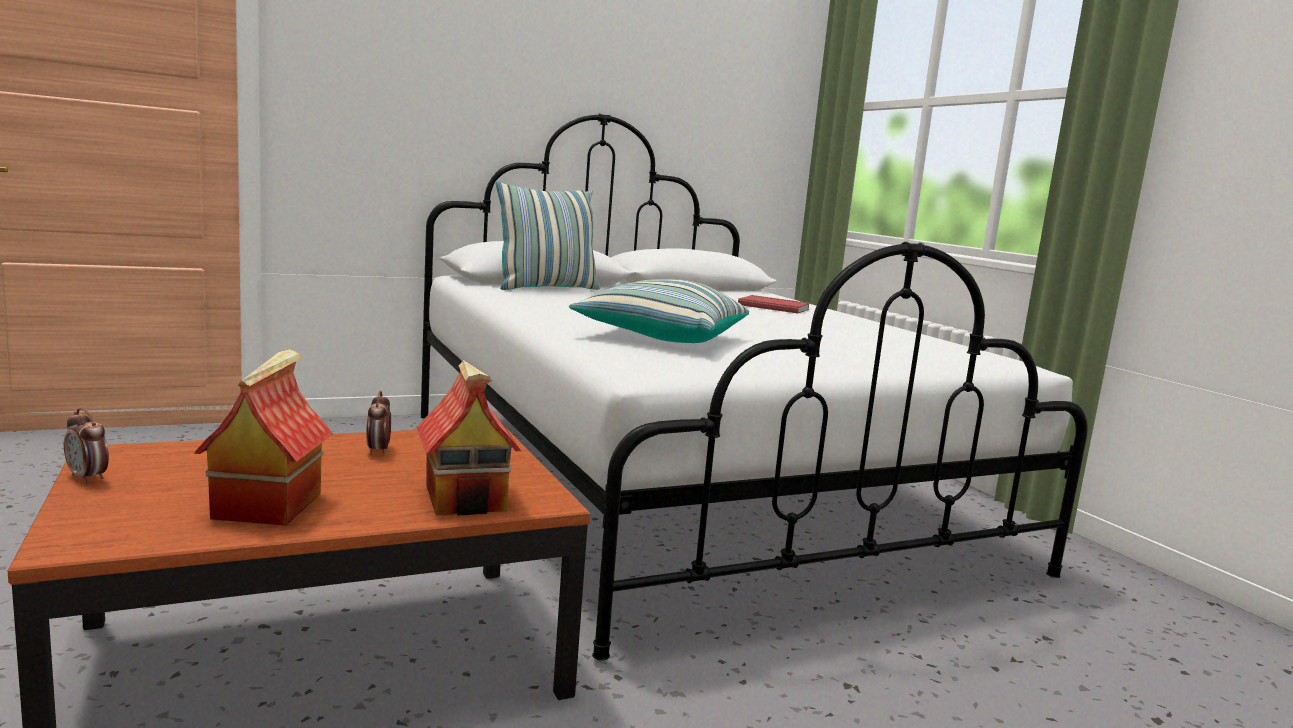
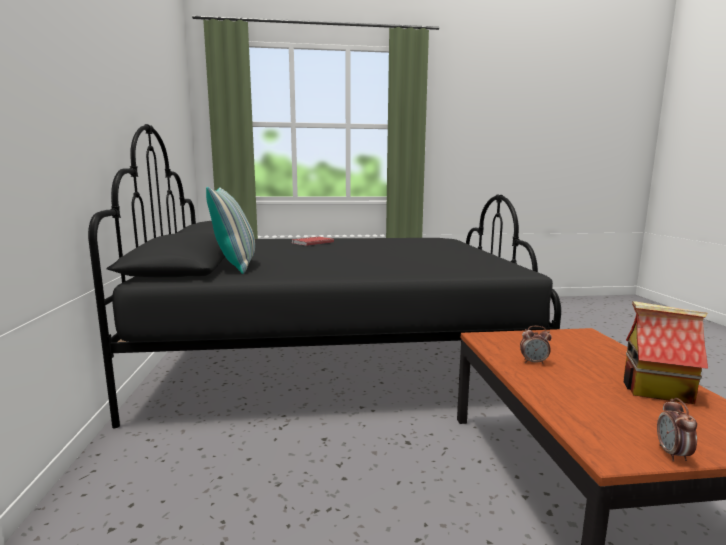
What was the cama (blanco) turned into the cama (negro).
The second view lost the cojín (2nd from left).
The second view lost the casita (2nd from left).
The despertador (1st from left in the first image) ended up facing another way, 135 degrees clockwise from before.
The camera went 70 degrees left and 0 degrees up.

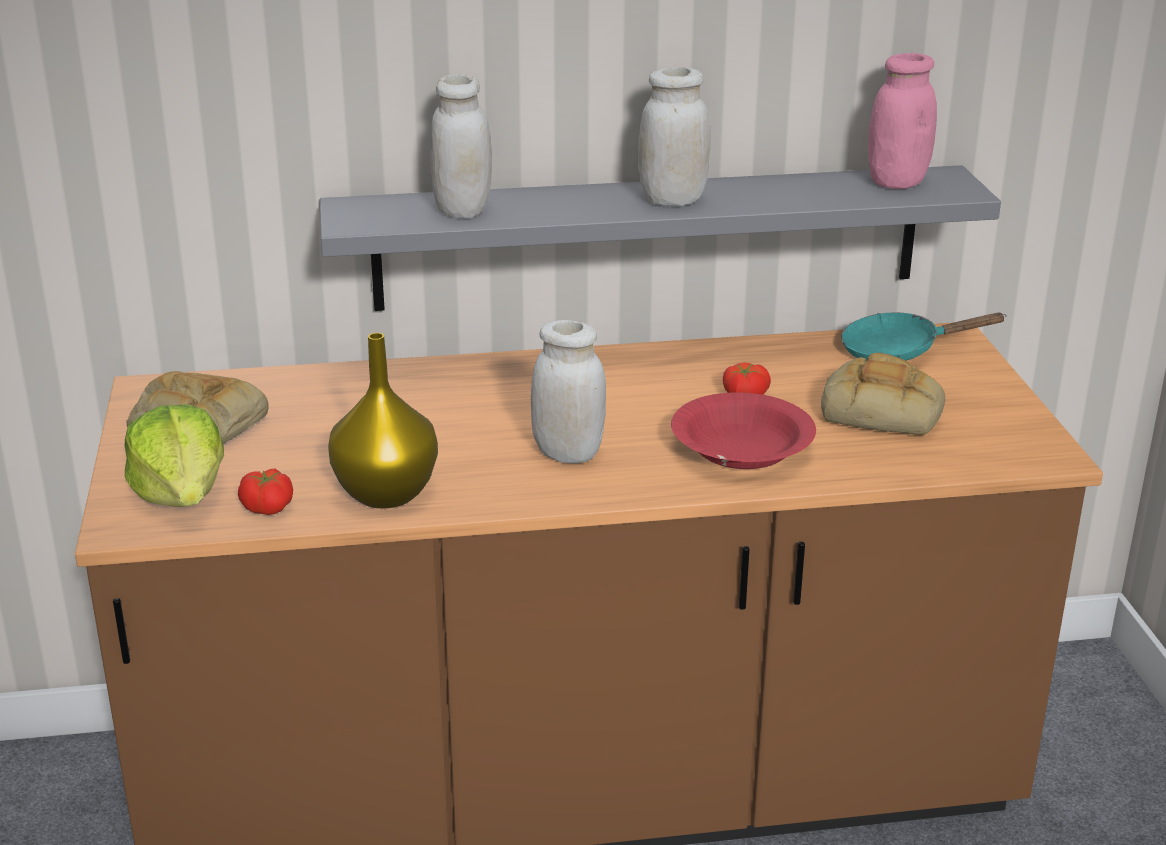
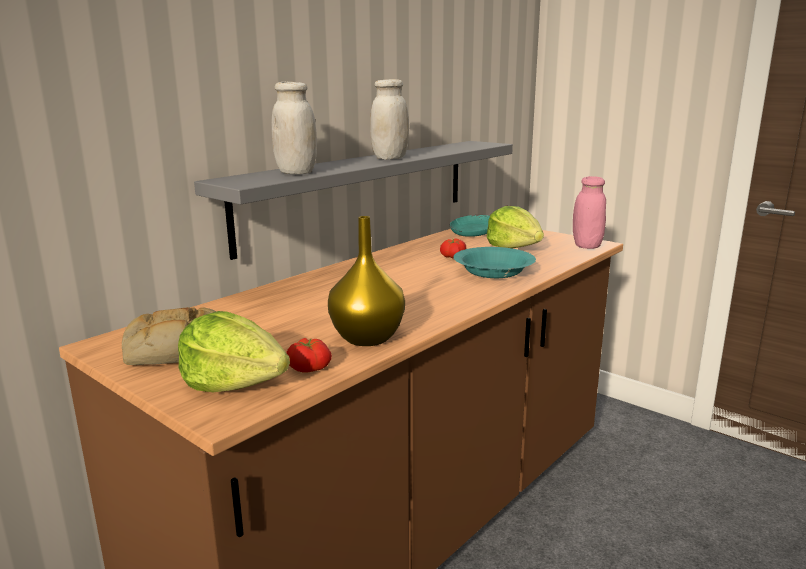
The tarro (rosa) ended up elsewhere.
The second view lost the tarro (blanco) (2nd from left).
Where the pan (2nd from left) stood, the lechuga (2nd from left) came to stand.
What was the cuenco (rojo) turned into the cuenco (turquesa).
The camera went 40 degrees left and 10 degrees down.

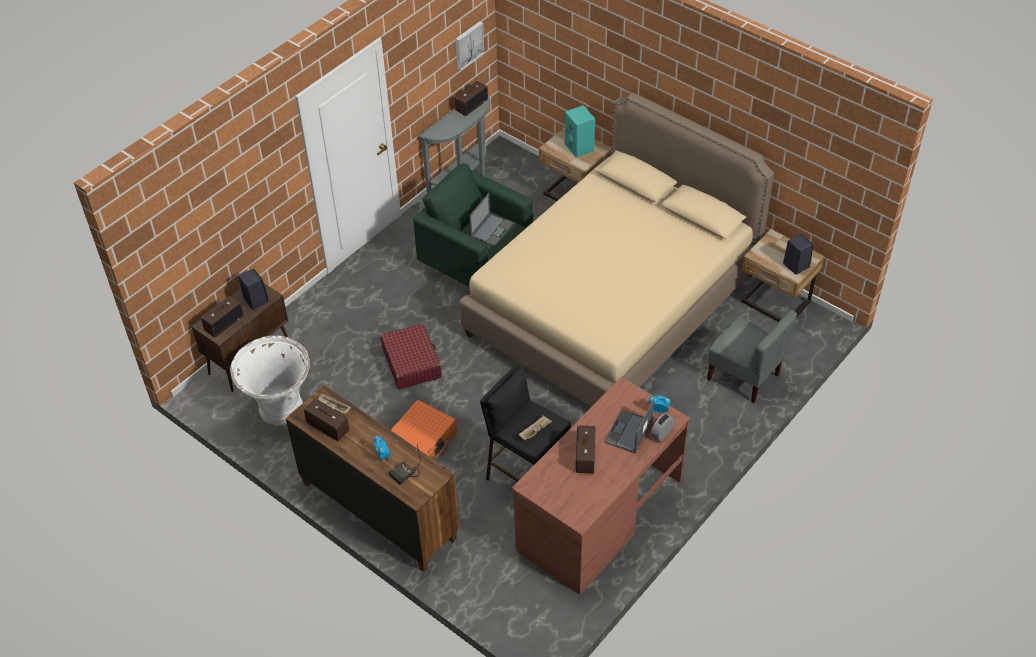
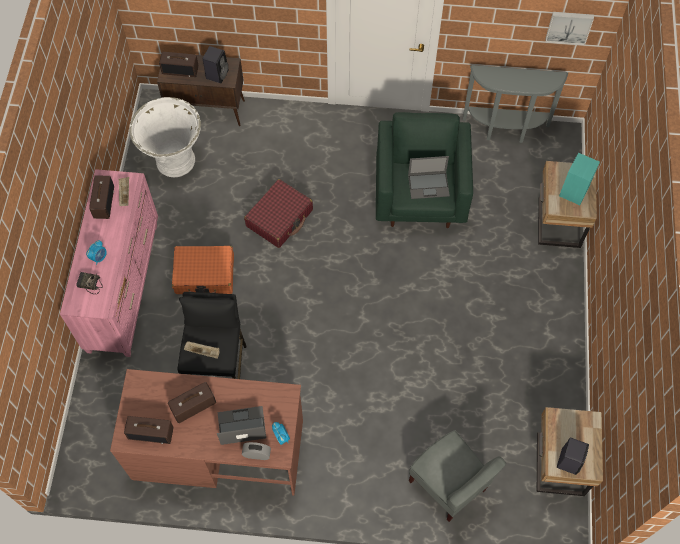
The radio (4th from left in the first image) ended up elsewhere.
The second view lost the cama (beis).
The silla (gris) ended up facing another way, 45 degrees counterclockwise from before.
What was the cómoda (marrón) turned into the cómoda (rosa).
The camera went 55 degrees right and 15 degrees up.

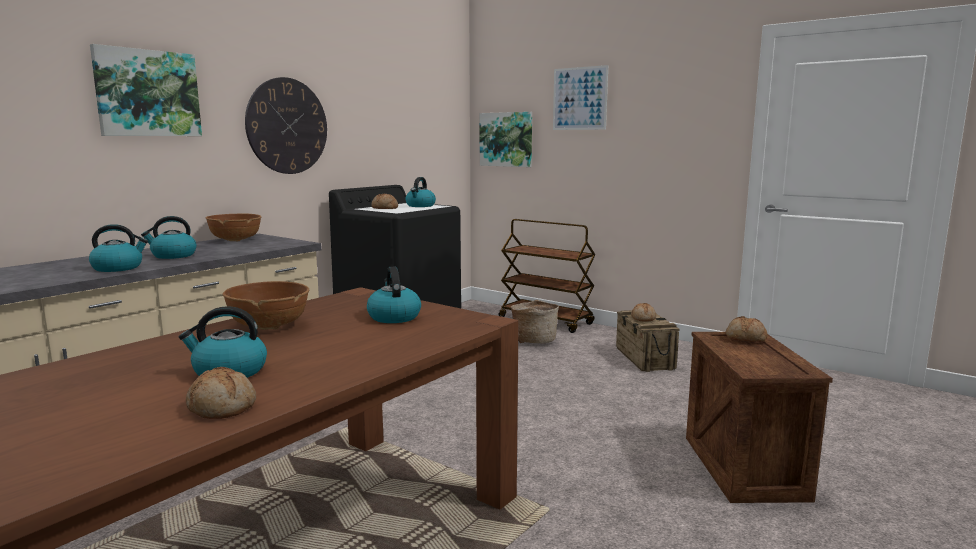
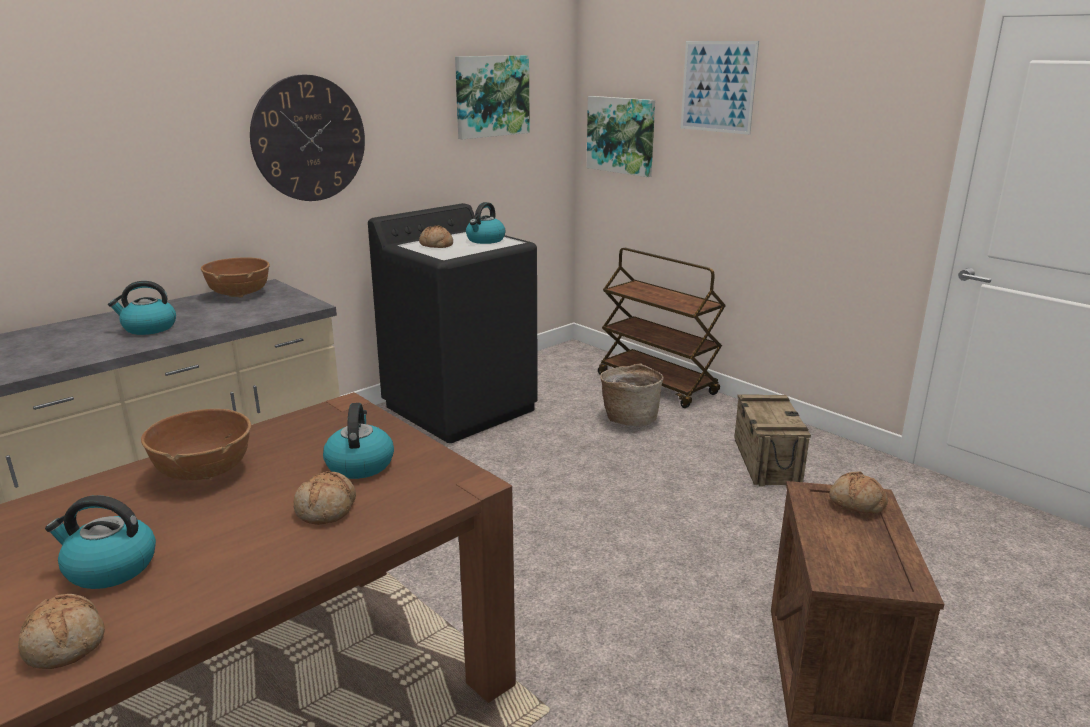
The cuadro (1st from left) ended up elsewhere.
The second view lost the hervidor (1st from left).
The pan (3rd from left in the first image) ended up elsewhere.
The camera went 10 degrees right and 10 degrees up.

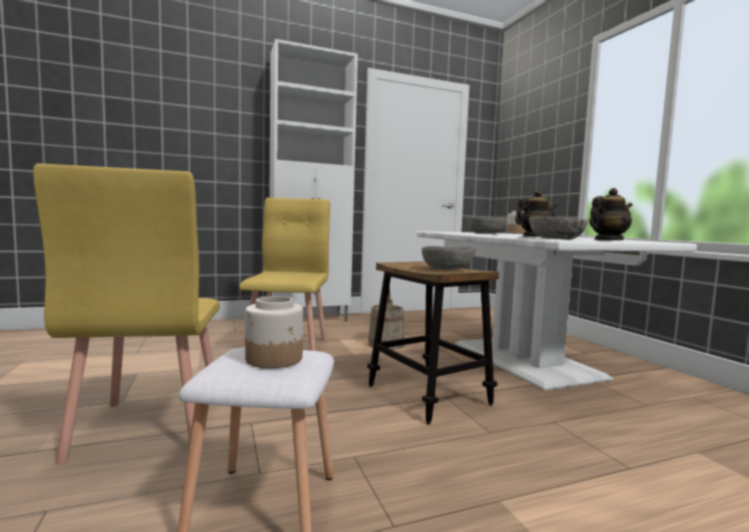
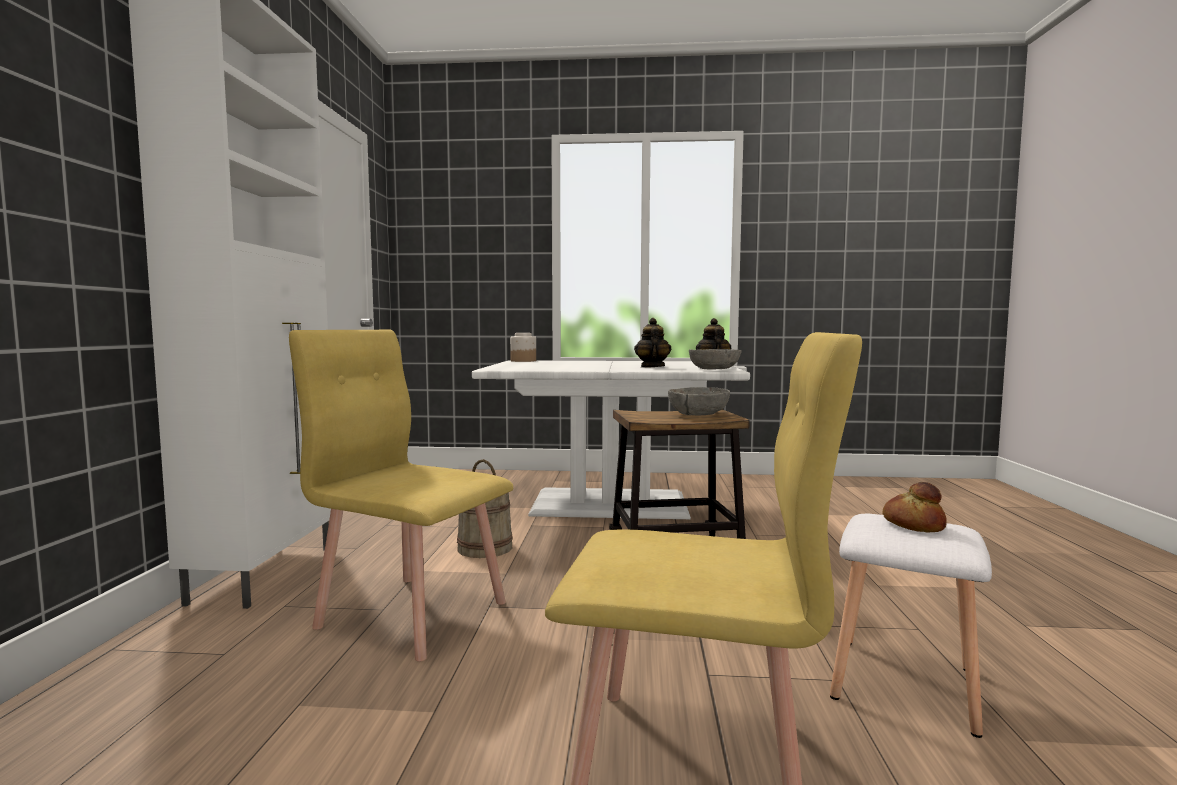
The second view lost the cuenco (gris) (2nd from left).
Where the tarro (1st from left) stood, the pan came to stand.
The camera went 65 degrees left and 0 degrees up.

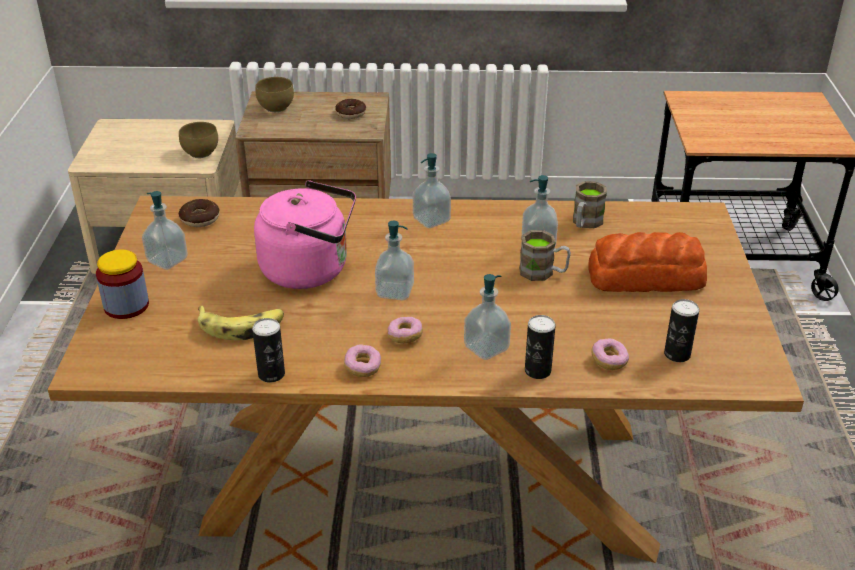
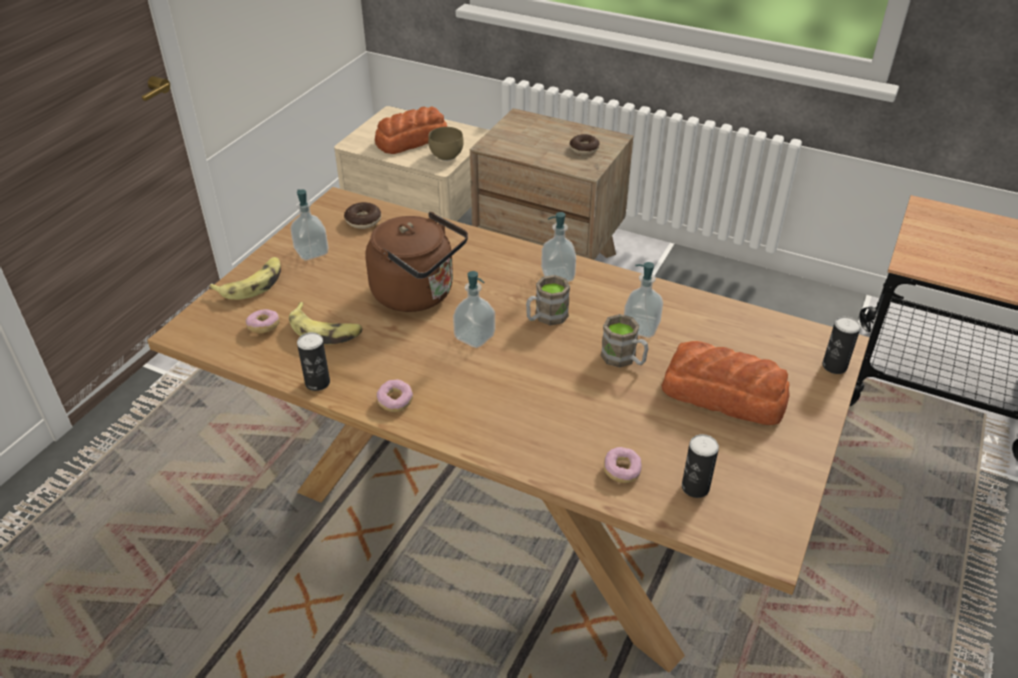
The second view lost the cuenco (marrón) (2nd from left).
What was the hervidor (rosa) turned into the hervidor (marrón).
The taza grande (marrón) (2nd from left in the first image) ended up elsewhere.
Where the tarro stood, the plátano (1st from left) came to stand.
The second view lost the dispensador de jabón (4th from left).
The lata (2nd from left in the first image) ended up elsewhere.
The rosquilla (4th from left in the first image) ended up elsewhere.
The second view gained the pan (1st from left).
The camera went 25 degrees right and 5 degrees up.

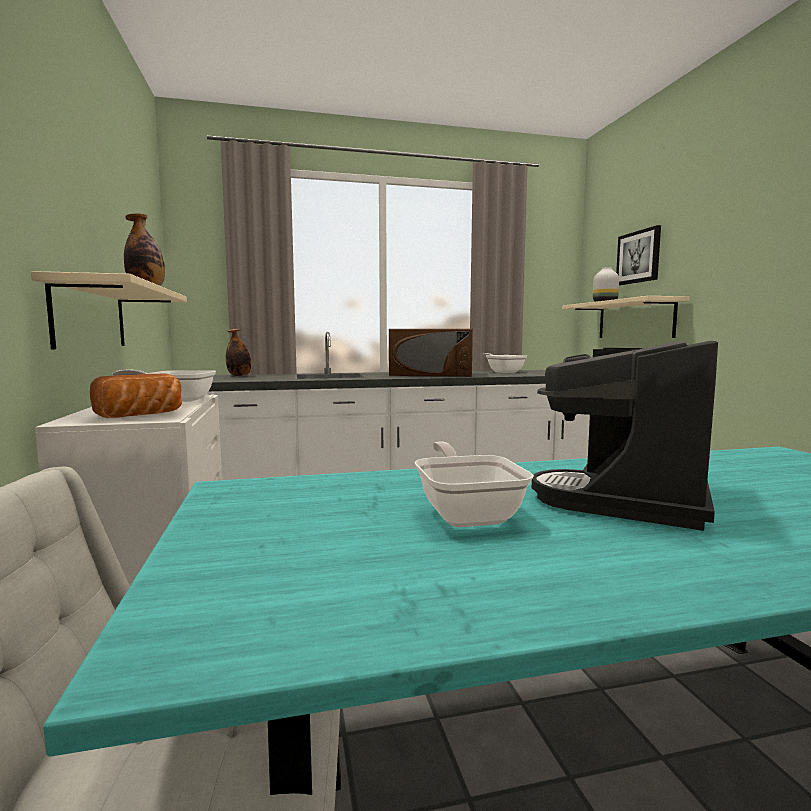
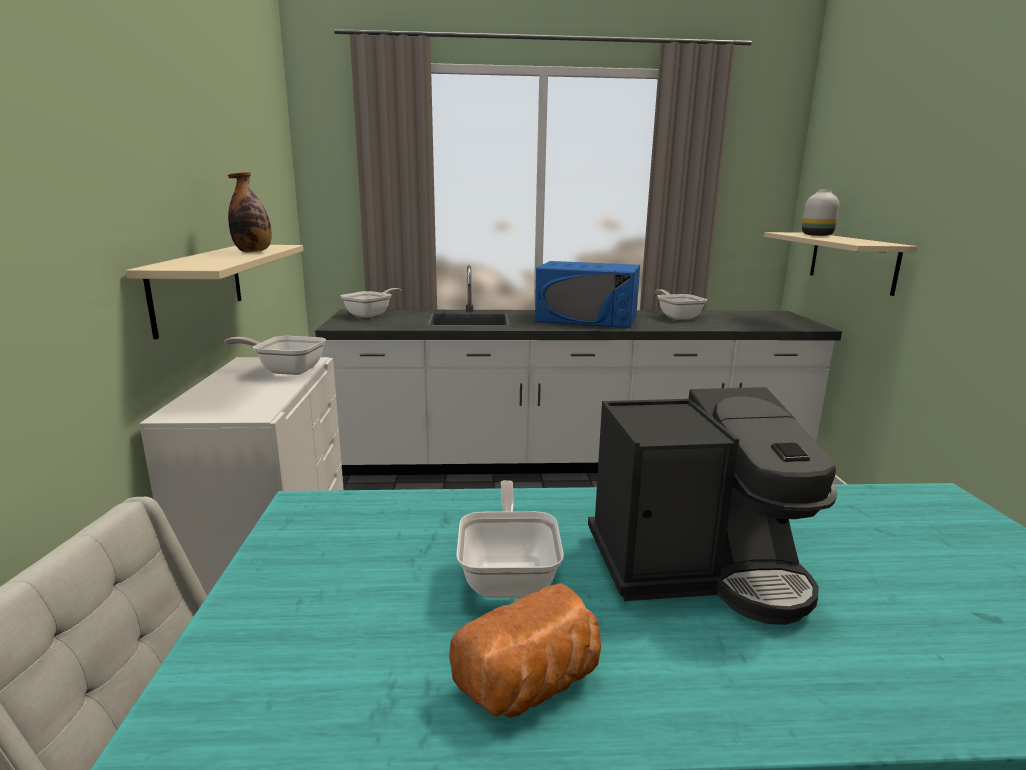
The second view lost the cuadro.
Where the botella (2nd from left) stood, the sartén (2nd from left) came to stand.
What was the microondas (marrón) turned into the microondas (azul).
The cafetera ended up facing another way, 135 degrees counterclockwise from before.
The pan ended up elsewhere.
The camera went 10 degrees right and 10 degrees up.

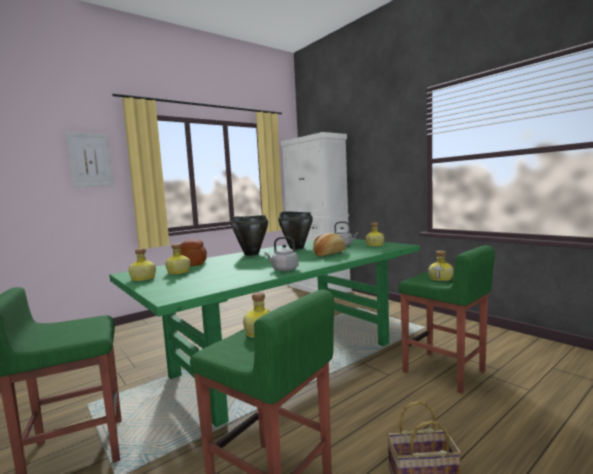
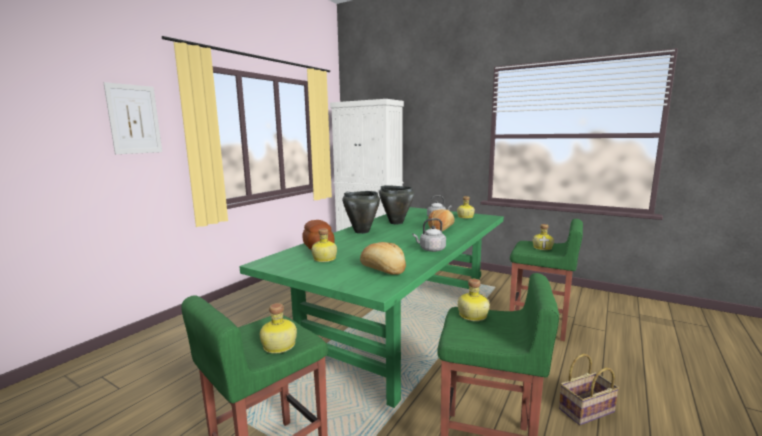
The botella (1st from left) ended up elsewhere.
The second view gained the pan (2nd from left).
The camera went 20 degrees left and 5 degrees up.

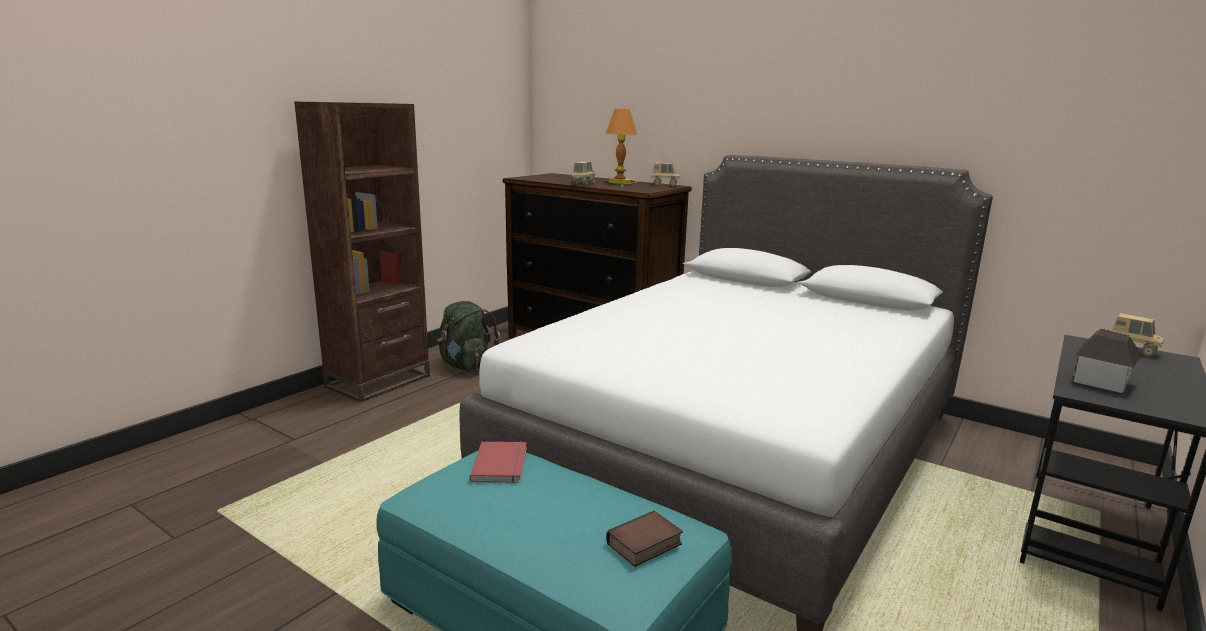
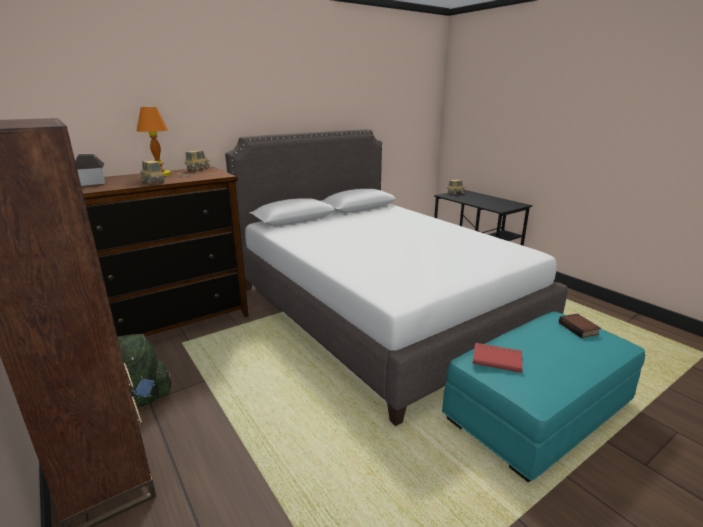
The casita ended up elsewhere.
The camera went 70 degrees left and 5 degrees up.

